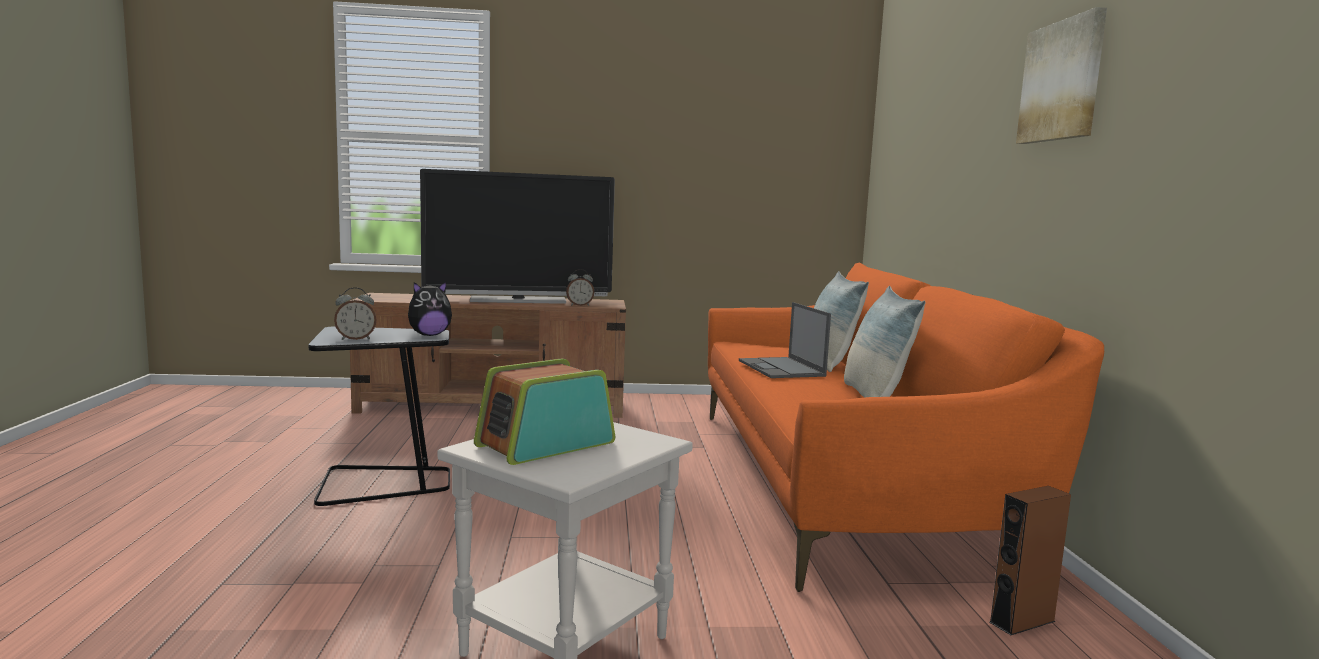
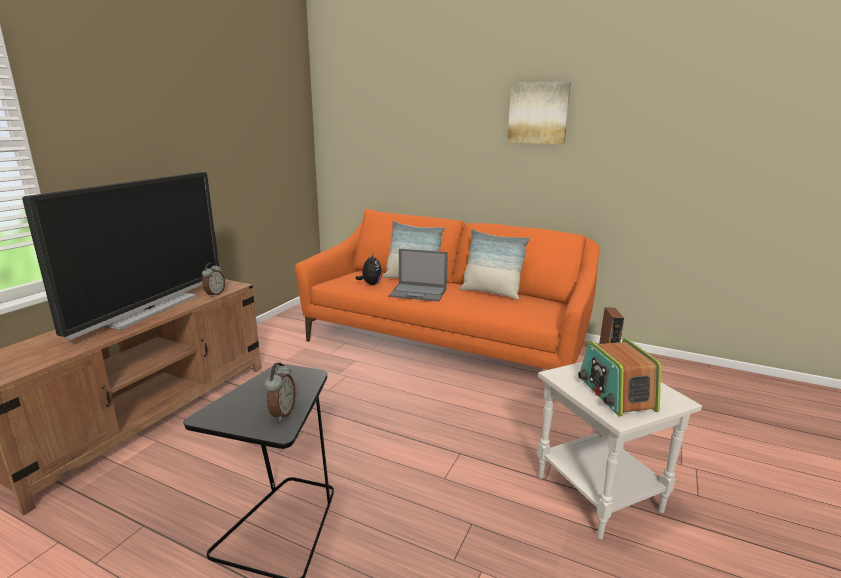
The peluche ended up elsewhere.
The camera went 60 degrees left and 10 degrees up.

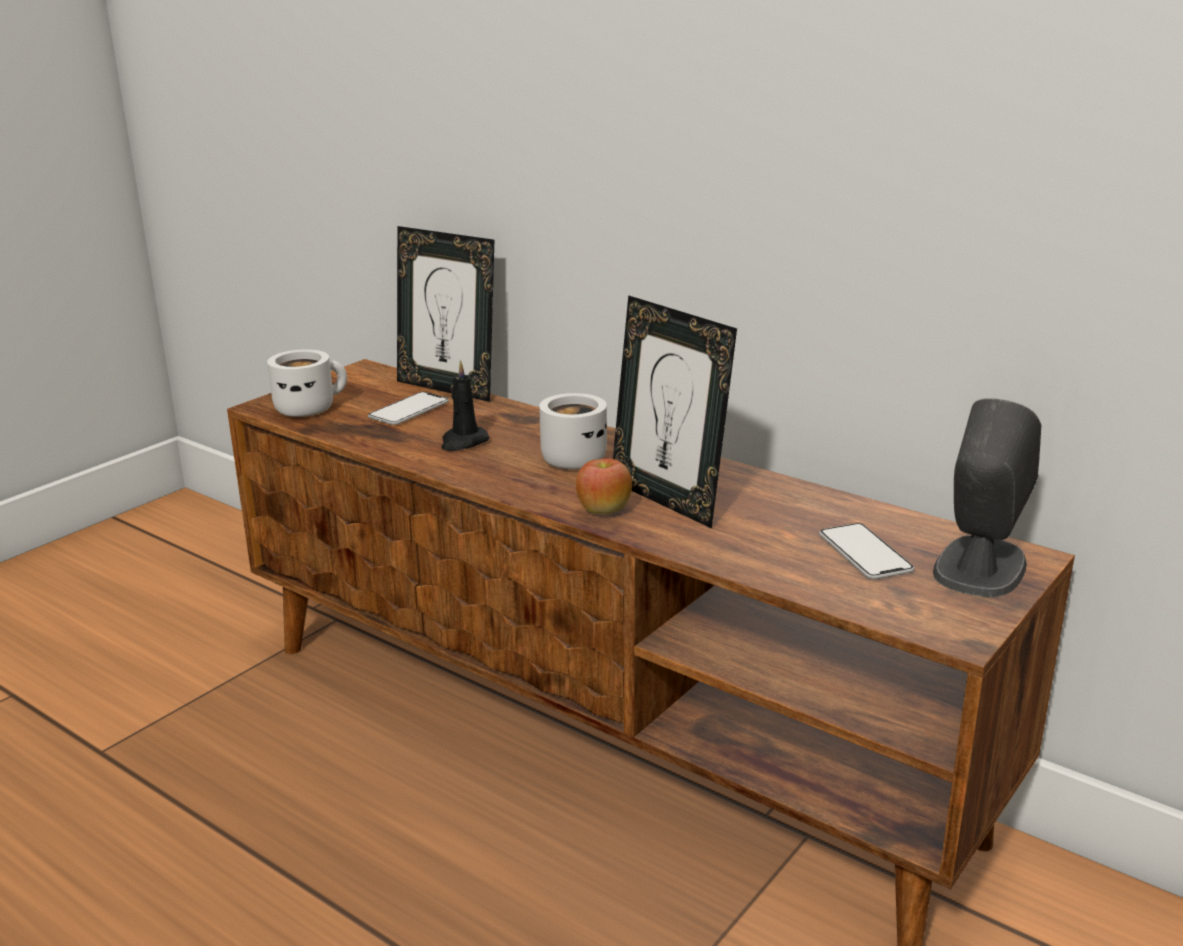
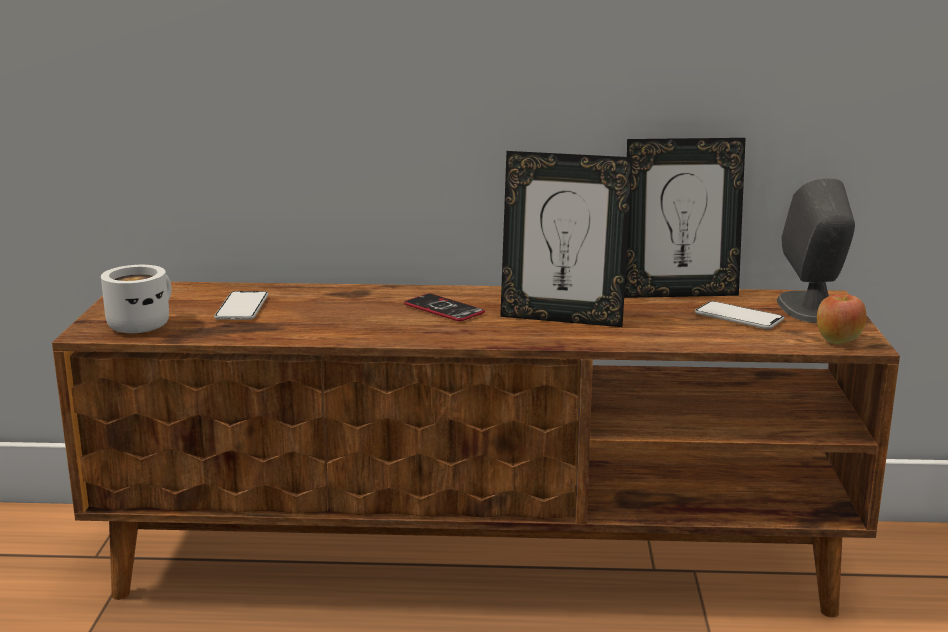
The portarretratos (1st from left in the first image) ended up elsewhere.
The second view lost the vela (negro).
Where the taza grande (blanco) (2nd from left) stood, the móvil (2nd from left) came to stand.
The manzana ended up elsewhere.
The camera went 35 degrees left and 5 degrees down.

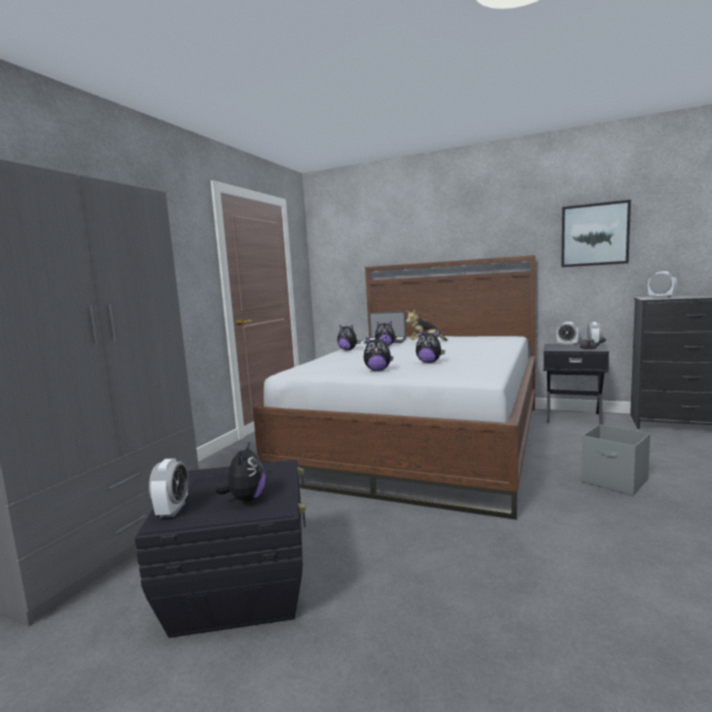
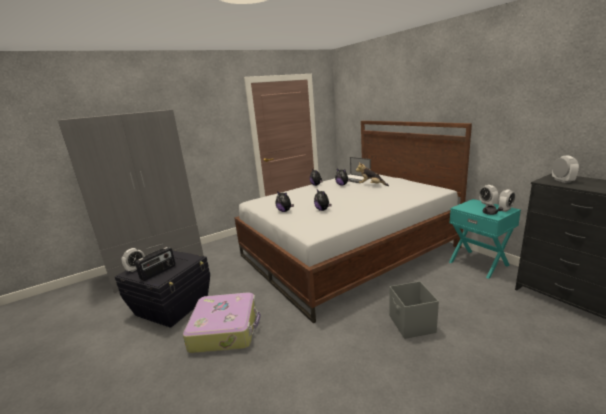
The second view lost the cuadro.
What was the mesita de noche (negro) turned into the mesita de noche (turquesa).
Where the peluche (1st from left) stood, the radio came to stand.
The second view gained the maleta.
The camera went 35 degrees right and 10 degrees up.

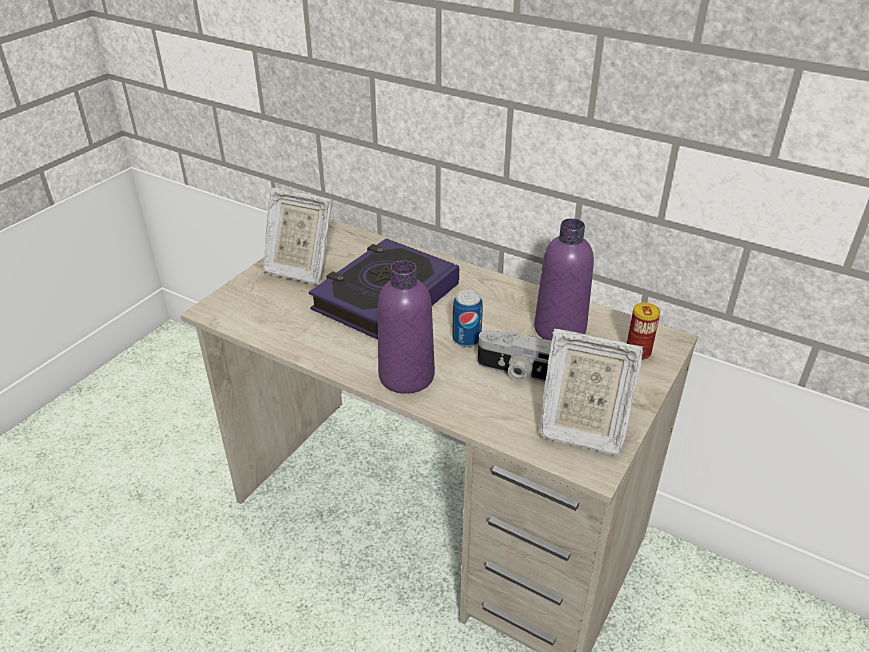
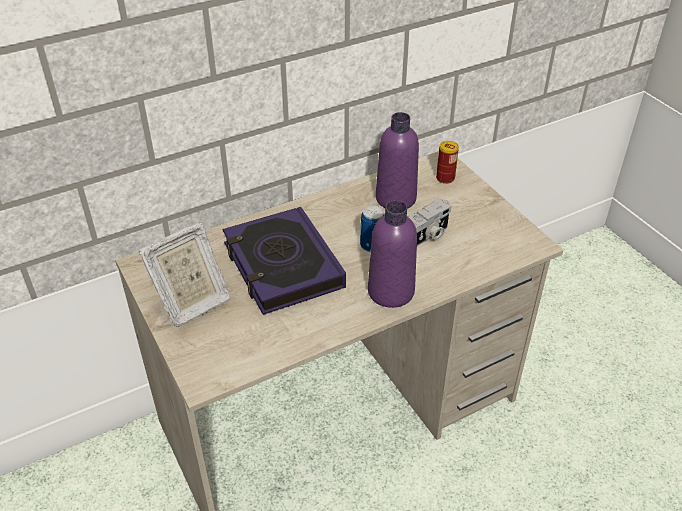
The second view lost the portarretratos (2nd from left).
The camera went 60 degrees left and 5 degrees up.

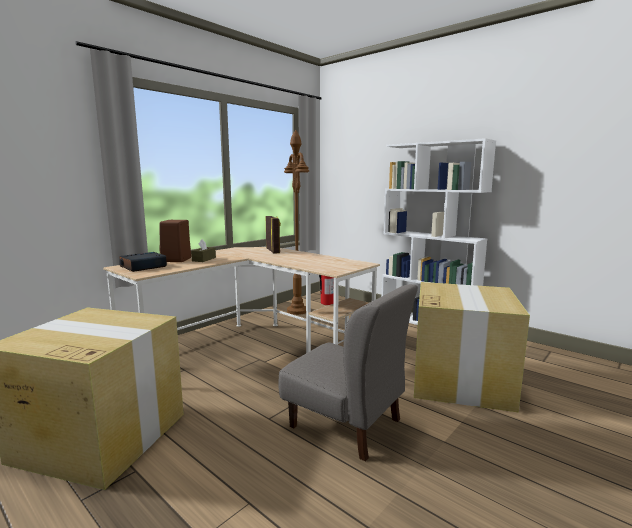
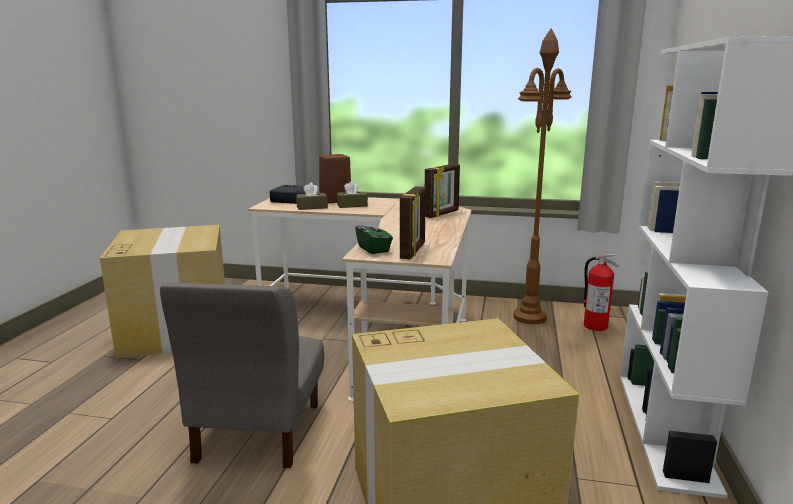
The second view gained the caja de pañuelos (marrón) (1st from left).
The second view gained the portarretratos (1st from left).
The second view gained the caja de pañuelos (verde).
The camera went 60 degrees right and 5 degrees up.

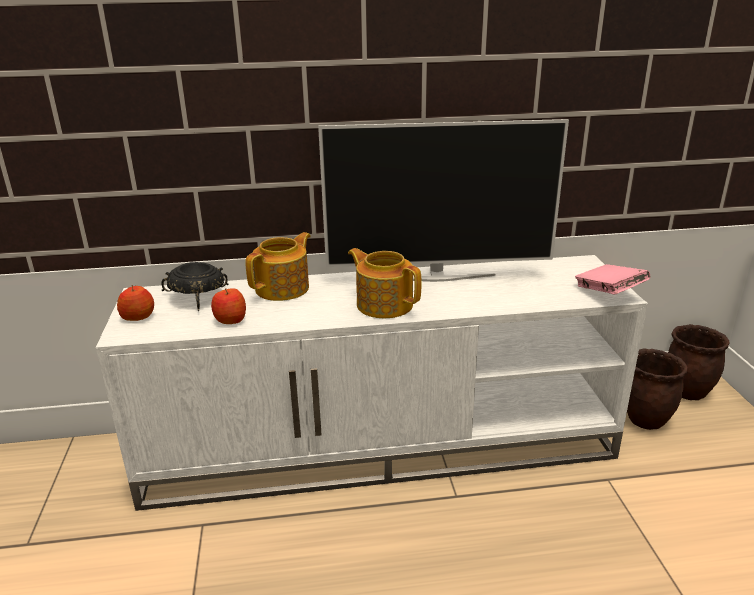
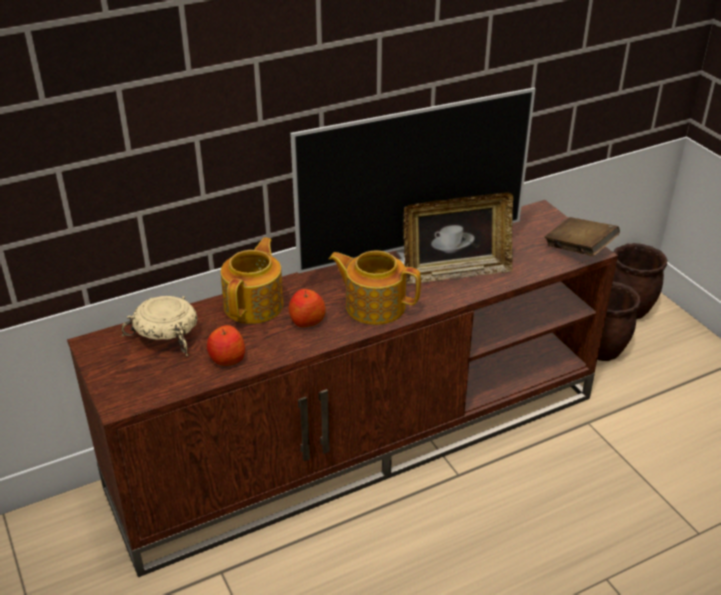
What was the mueble de televisión (blanco) turned into the mueble de televisión (marrón).
What was the cuenco (negro) turned into the cuenco (beis).
What was the libro (rosa) turned into the libro (marrón).
The manzana (1st from left in the first image) ended up elsewhere.
The second view gained the portarretratos.
The camera went 20 degrees left and 10 degrees up.

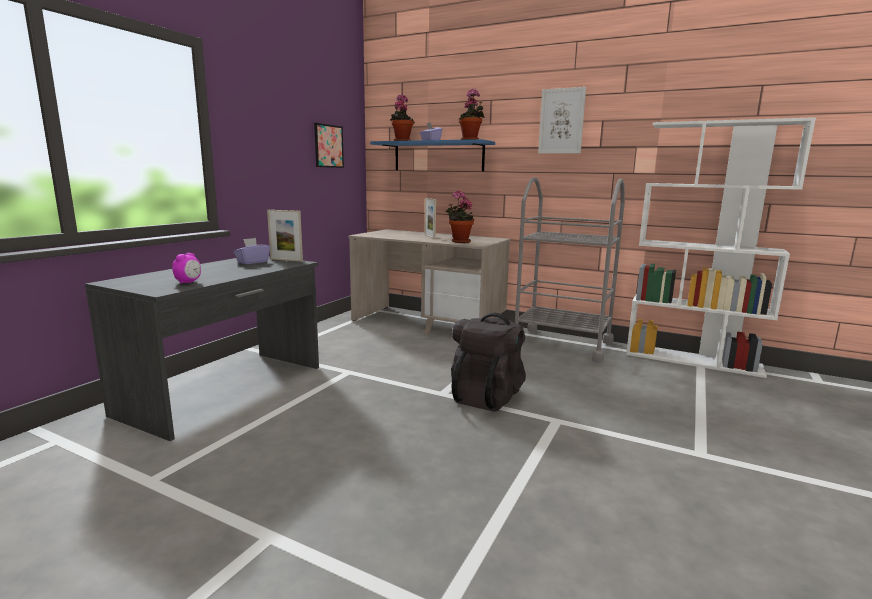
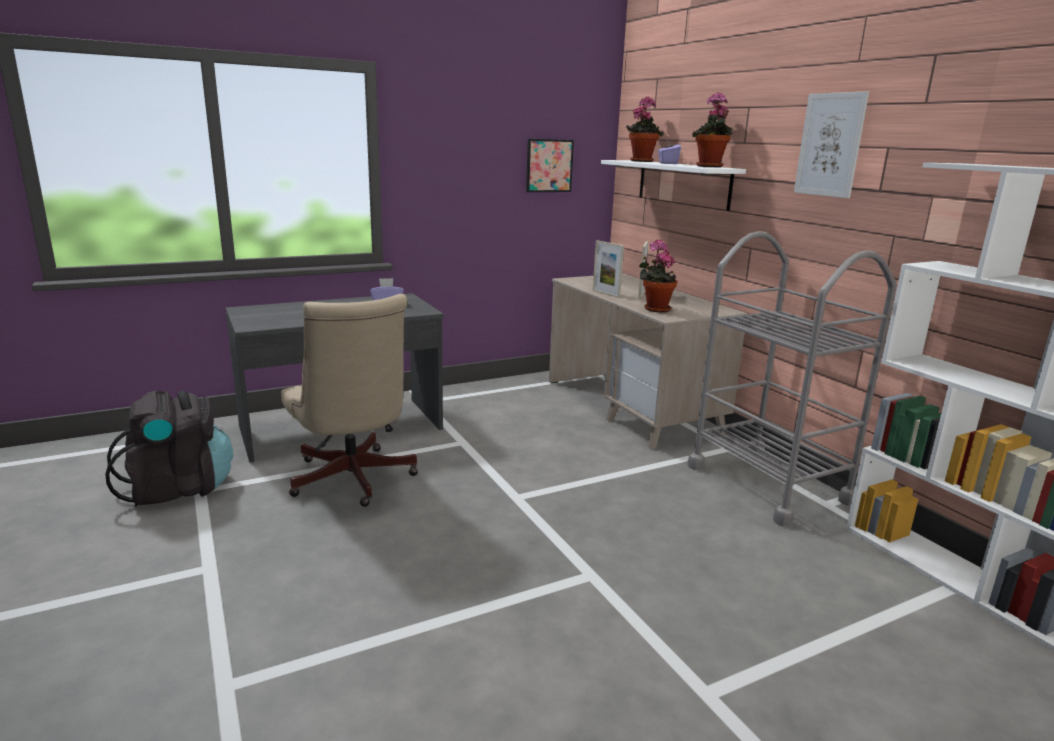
What was the estante (azul) turned into the estante (blanco).
The portarretratos (1st from left) ended up elsewhere.
The second view lost the despertador.
The mochila (negro) ended up elsewhere.
The second view gained the silla de oficina (beis).
The camera went 35 degrees right and 5 degrees up.

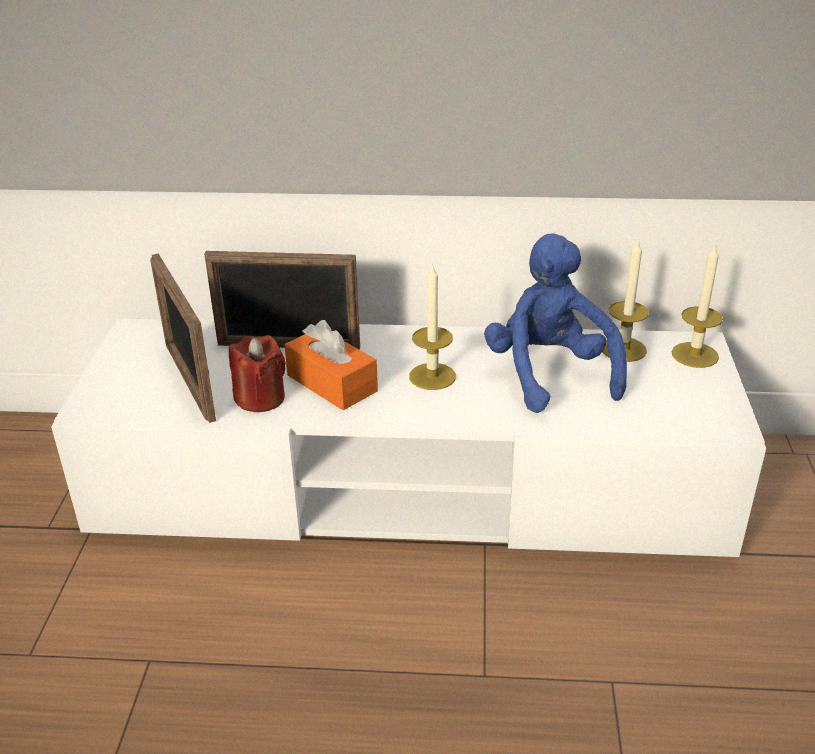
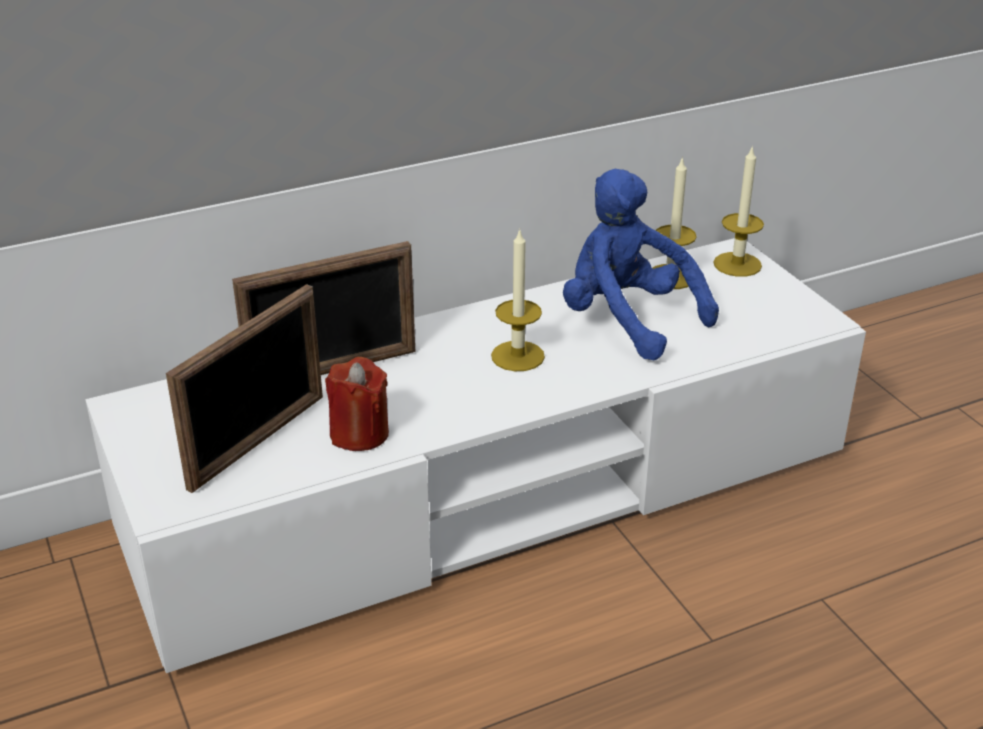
The portarretratos (1st from left) ended up facing another way, 90 degrees counterclockwise from before.
The second view lost the caja de pañuelos (naranja).
The camera went 30 degrees left and 0 degrees up.

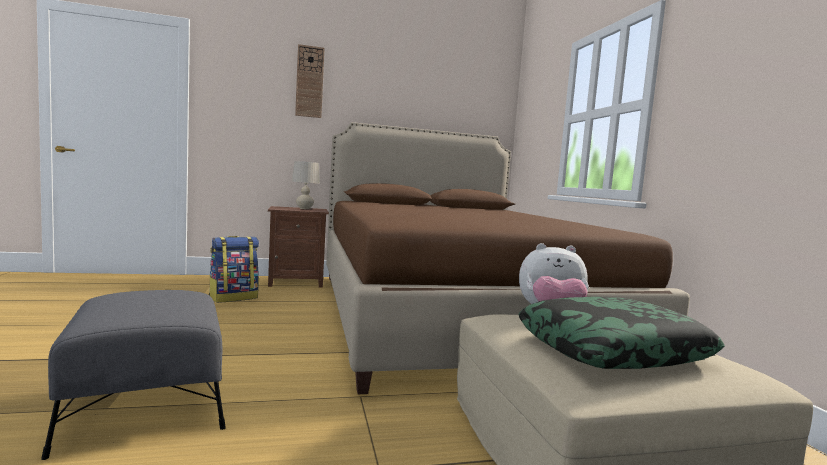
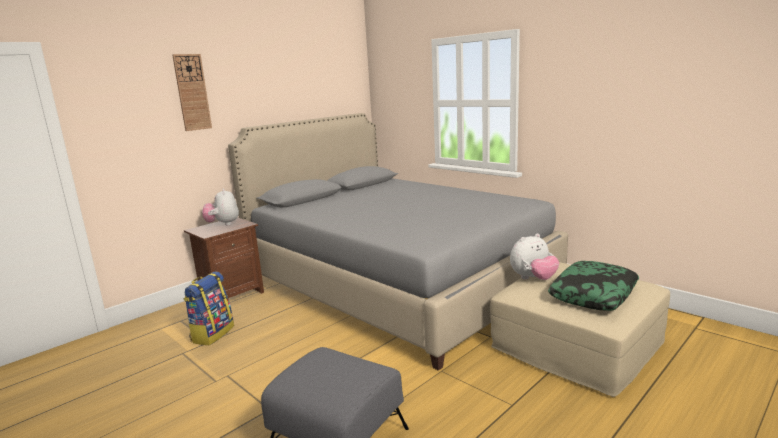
What was the cama (marrón) turned into the cama (gris).
Where the lámpara de mesa (beis) stood, the peluche (1st from left) came to stand.
The camera went 30 degrees left and 10 degrees up.

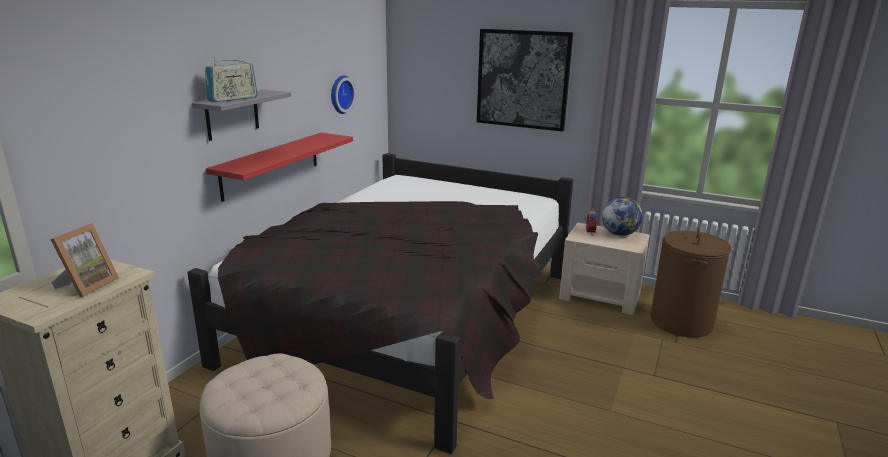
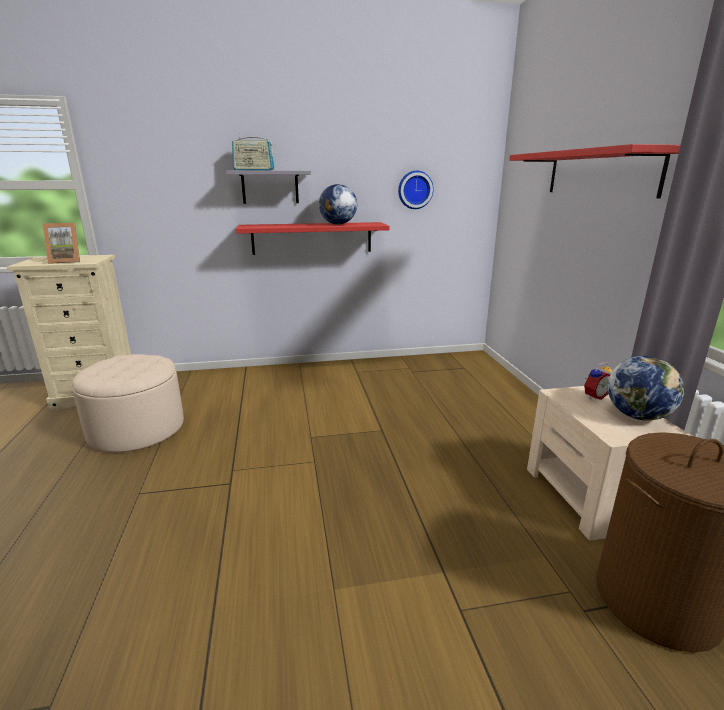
Where the cuadro hung, the estante (rojo) (2nd from left) came to hang.
The second view lost the cama (negro).
The second view gained the globo terráqueo (1st from left).
The camera went 55 degrees right and 0 degrees up.

